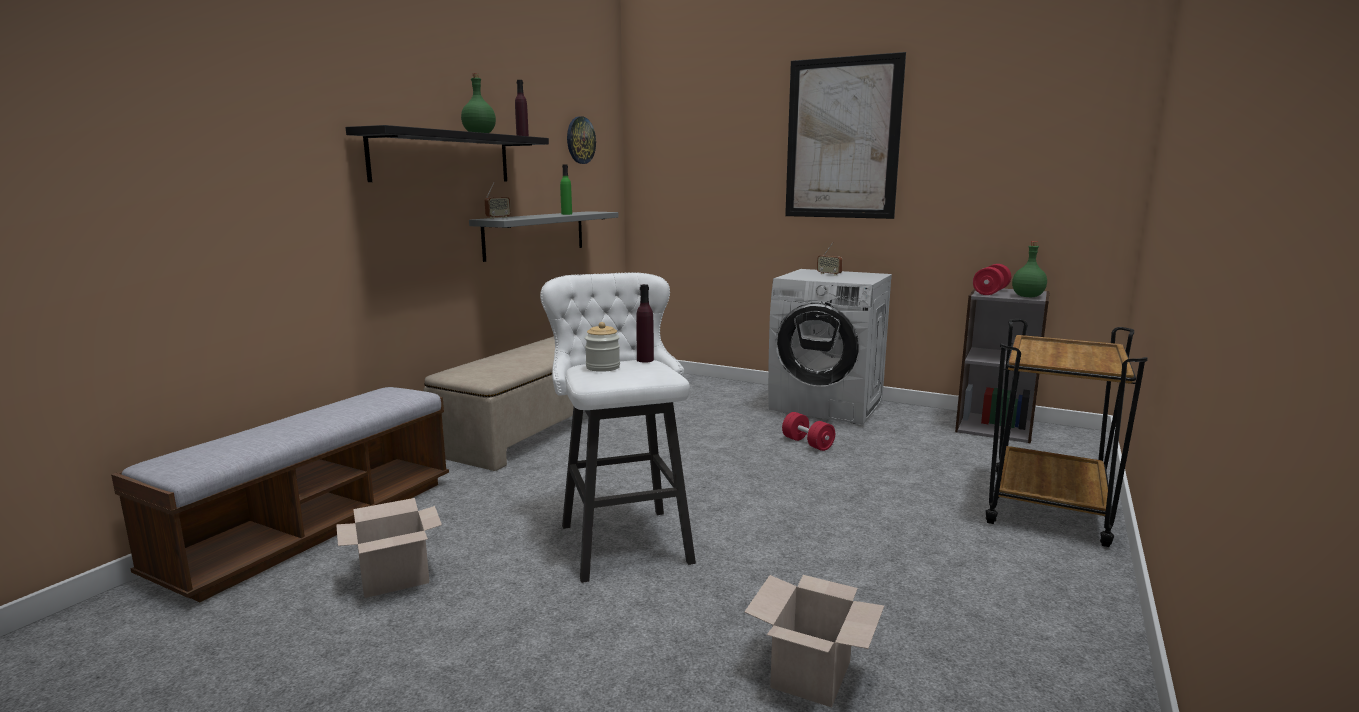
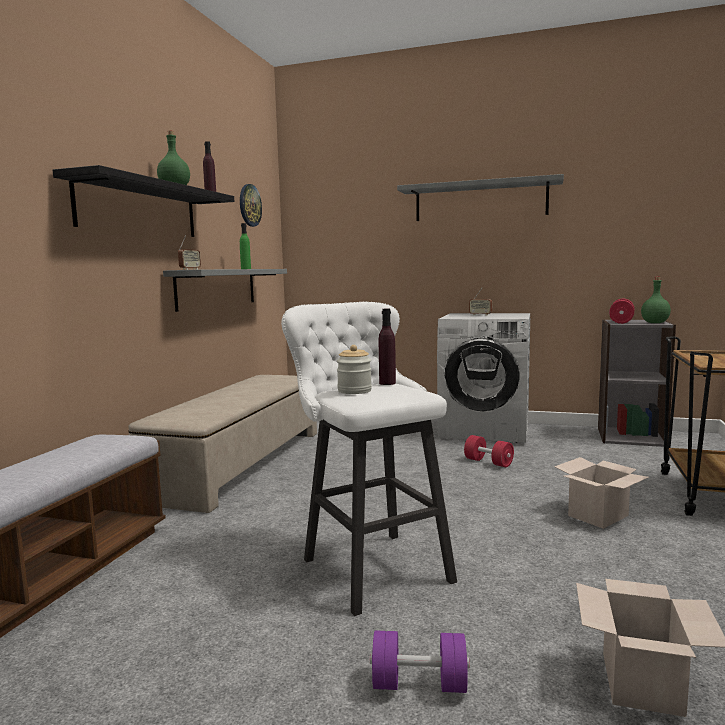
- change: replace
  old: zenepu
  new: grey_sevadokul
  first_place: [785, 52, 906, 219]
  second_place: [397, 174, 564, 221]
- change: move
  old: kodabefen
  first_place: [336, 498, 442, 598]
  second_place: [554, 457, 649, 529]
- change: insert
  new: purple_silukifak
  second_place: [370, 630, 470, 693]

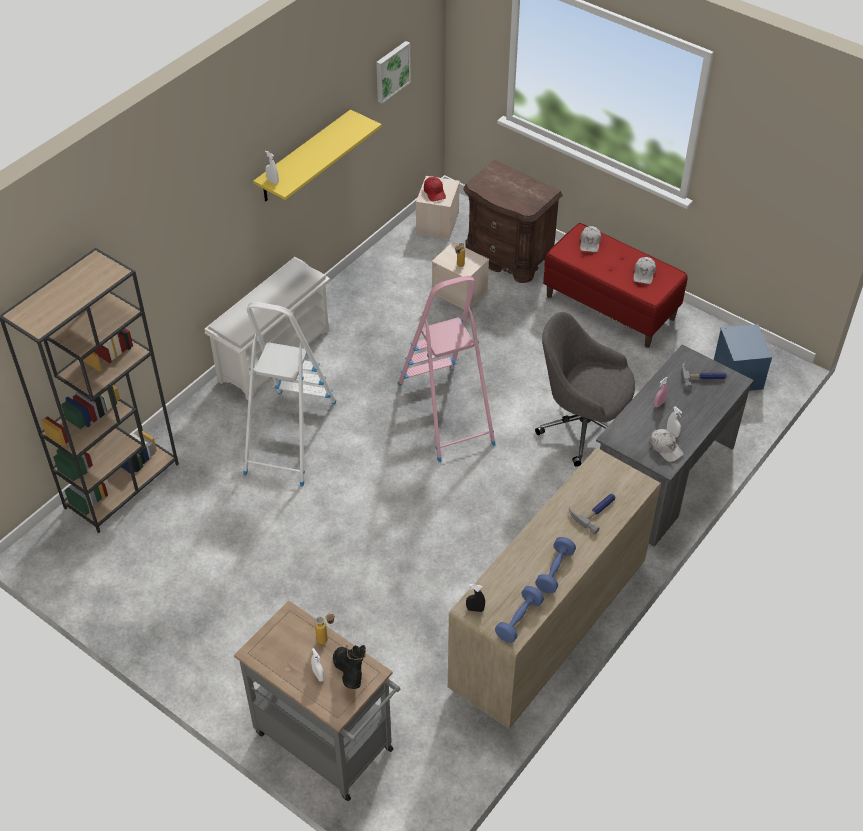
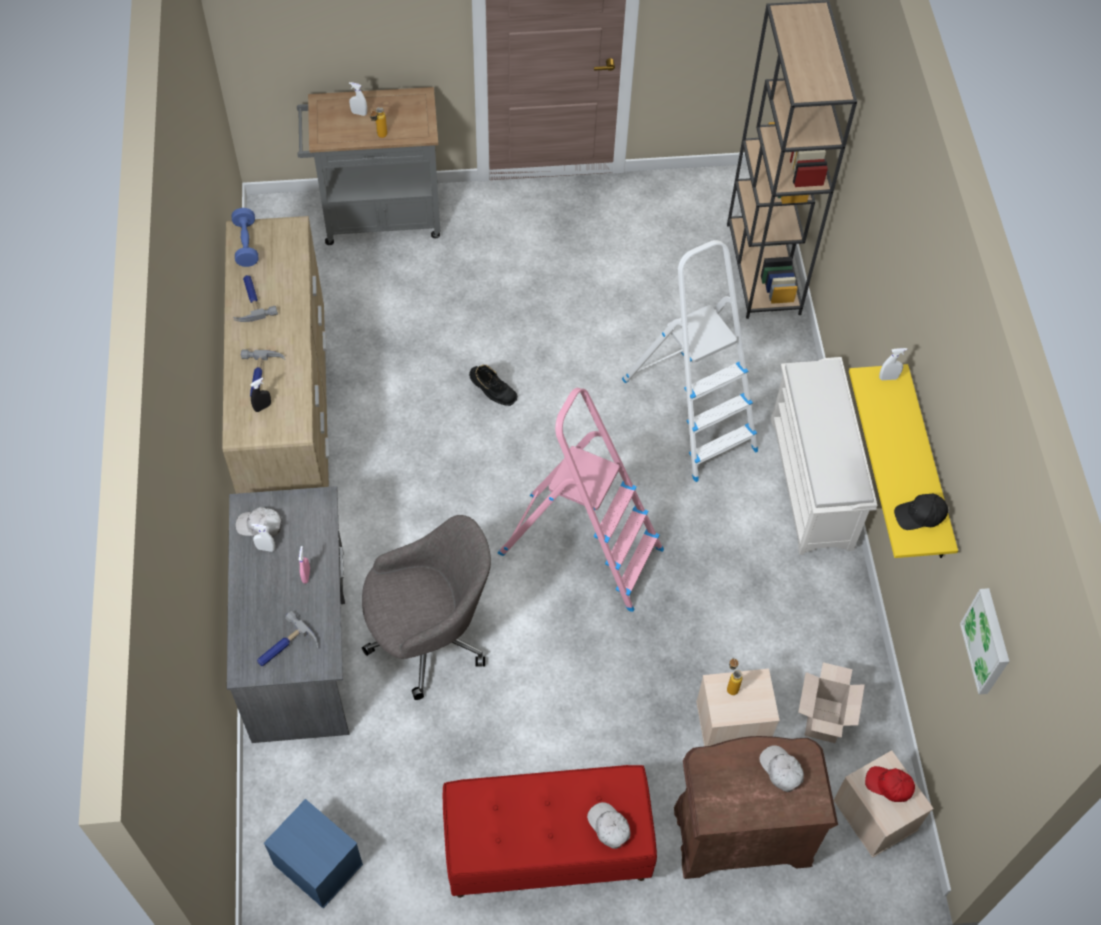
- change: move
  old: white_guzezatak
  first_place: [633, 257, 656, 284]
  second_place: [759, 745, 804, 792]
- change: replace
  old: blue_silukifak
  new: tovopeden
  first_place: [535, 537, 576, 593]
  second_place: [233, 275, 278, 322]
- change: move
  old: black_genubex
  first_place: [466, 584, 485, 612]
  second_place: [250, 377, 271, 412]
- change: move
  old: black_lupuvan
  first_place: [333, 645, 366, 689]
  second_place: [469, 365, 517, 406]
- change: insert
  new: black_guzezatak
  second_place: [894, 494, 948, 530]
- change: insert
  new: kodabefen
  second_place: [798, 662, 865, 743]

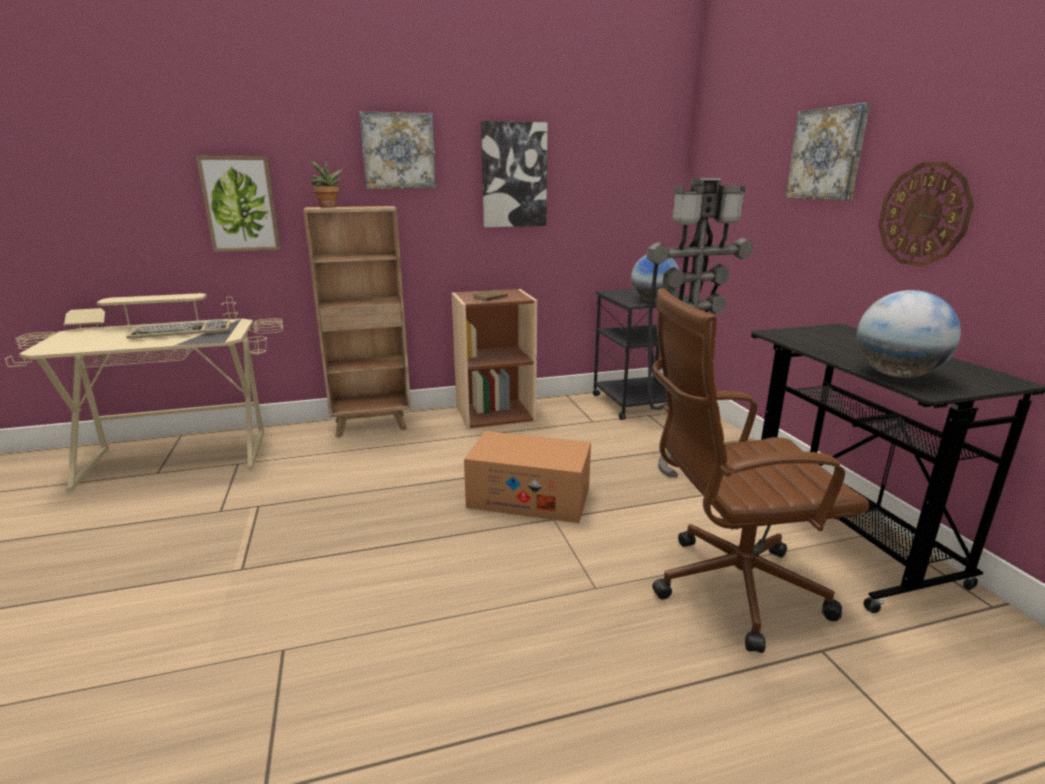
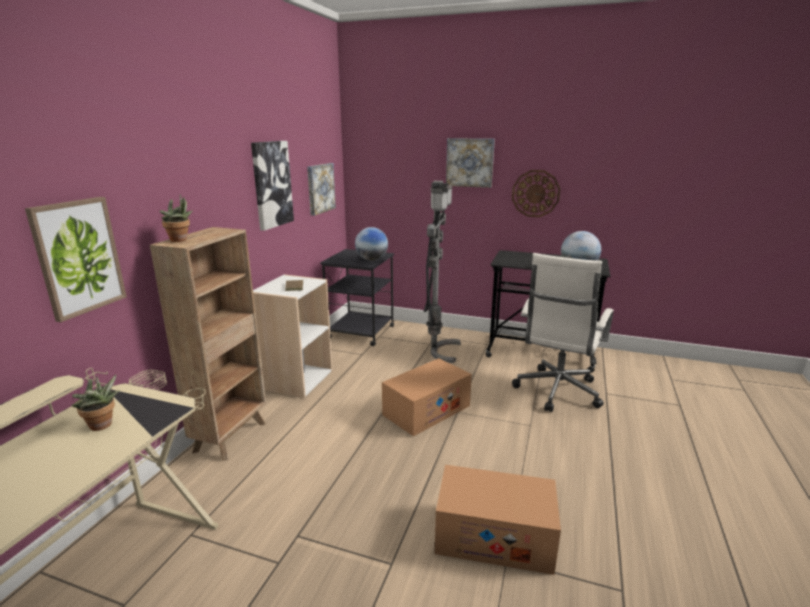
- change: move
  old: zenepu
  first_place: [359, 111, 436, 189]
  second_place: [307, 163, 336, 216]
- change: recolor
  old: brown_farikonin
  new: white_farikonin
  first_place: [652, 288, 870, 653]
  second_place: [512, 253, 614, 412]
- change: recolor
  old: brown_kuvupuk
  new: white_kuvupuk
  first_place: [452, 289, 537, 429]
  second_place: [253, 274, 332, 398]
- change: replace
  old: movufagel
  new: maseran
  first_place: [126, 319, 231, 339]
  second_place: [71, 375, 120, 431]
- change: insert
  new: kodabefen
  second_place: [435, 465, 561, 575]

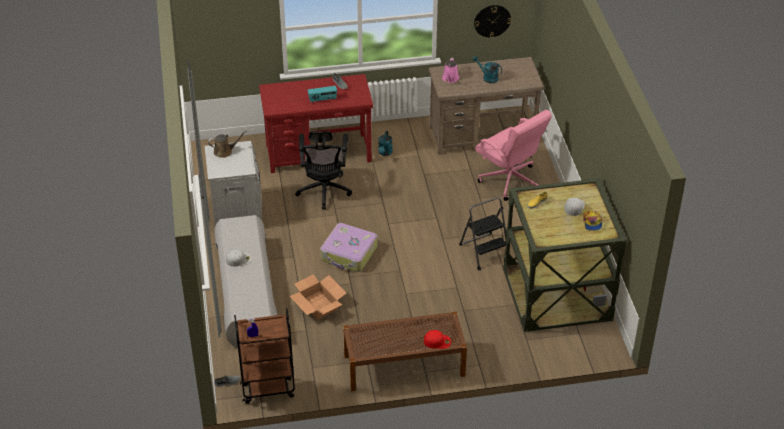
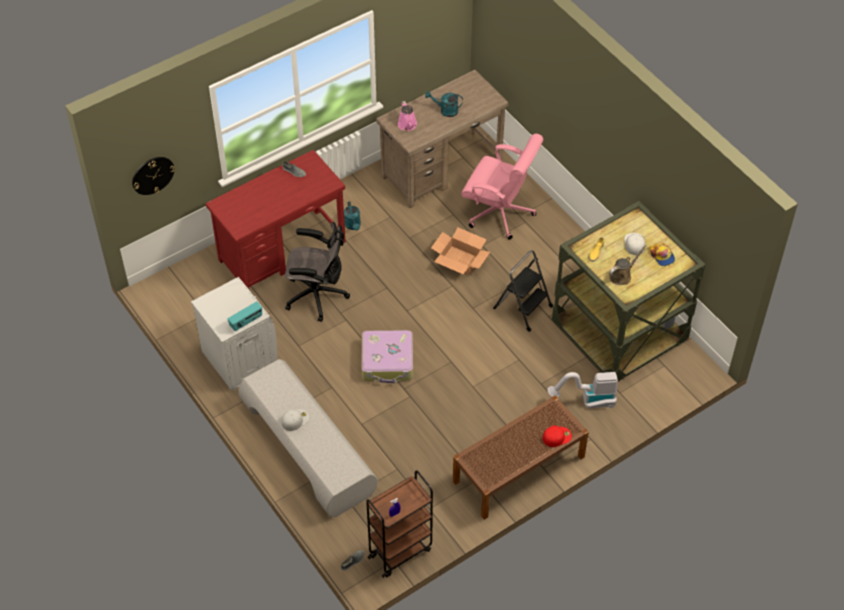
- change: move
  old: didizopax
  first_place: [474, 5, 511, 38]
  second_place: [132, 157, 175, 195]
- change: move
  old: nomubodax
  first_place: [308, 86, 337, 103]
  second_place: [228, 301, 262, 331]
- change: move
  old: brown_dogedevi
  first_place: [208, 130, 247, 158]
  second_place: [609, 245, 647, 285]
- change: rotate
  old: farikonin
  first_place: [295, 131, 352, 209]
  second_place: [285, 222, 350, 322]
  degrees: -60
- change: move
  old: kodabefen
  first_place: [290, 274, 346, 320]
  second_place: [431, 228, 490, 275]
- change: insert
  new: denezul
  second_place: [547, 372, 618, 408]

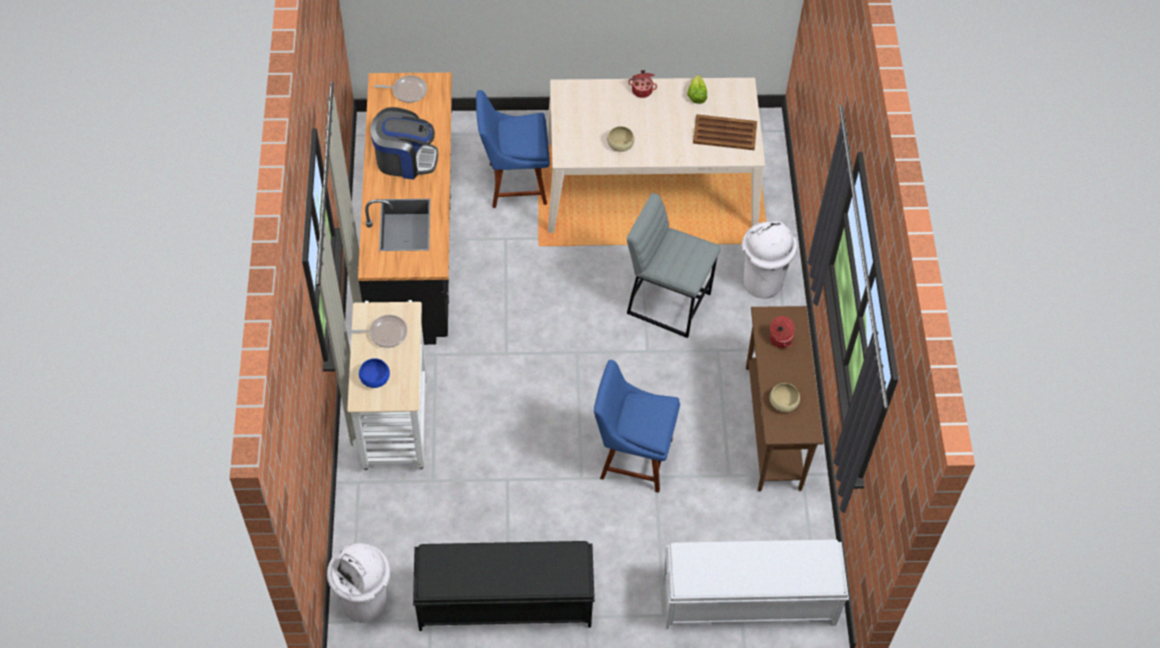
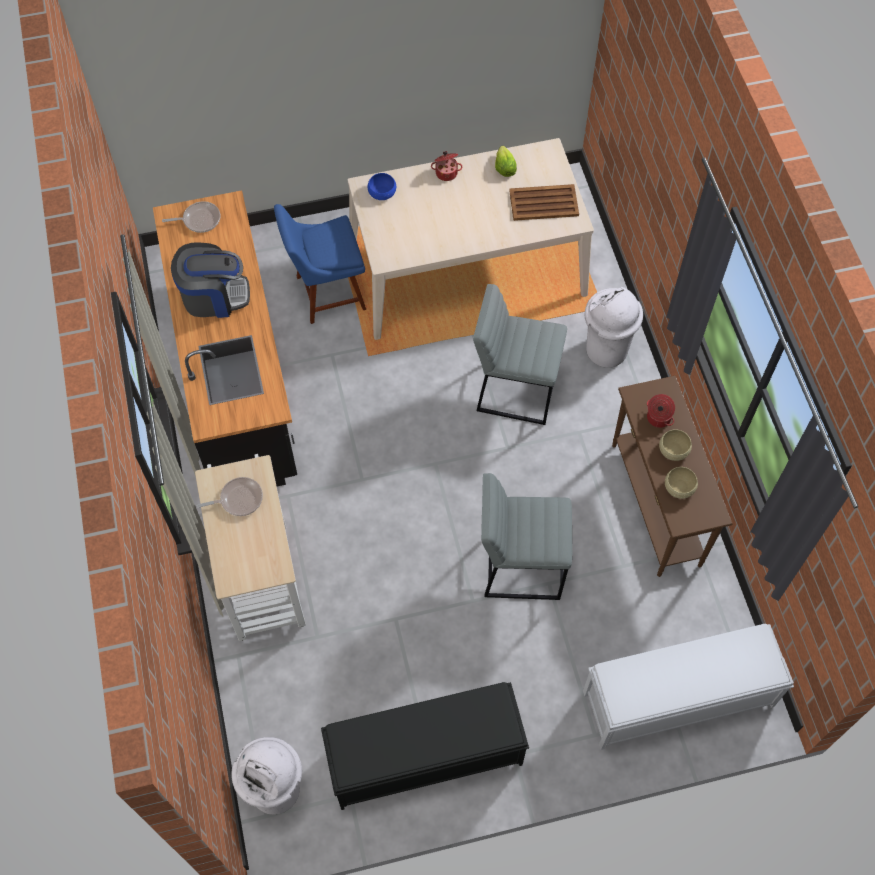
- change: move
  old: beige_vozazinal
  first_place: [607, 126, 634, 152]
  second_place: [659, 429, 692, 461]
- change: move
  old: blue_vozazinal
  first_place: [359, 358, 390, 388]
  second_place: [368, 173, 396, 200]
- change: replace
  old: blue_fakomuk
  new: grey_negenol
  first_place: [594, 360, 680, 493]
  second_place: [481, 473, 572, 600]

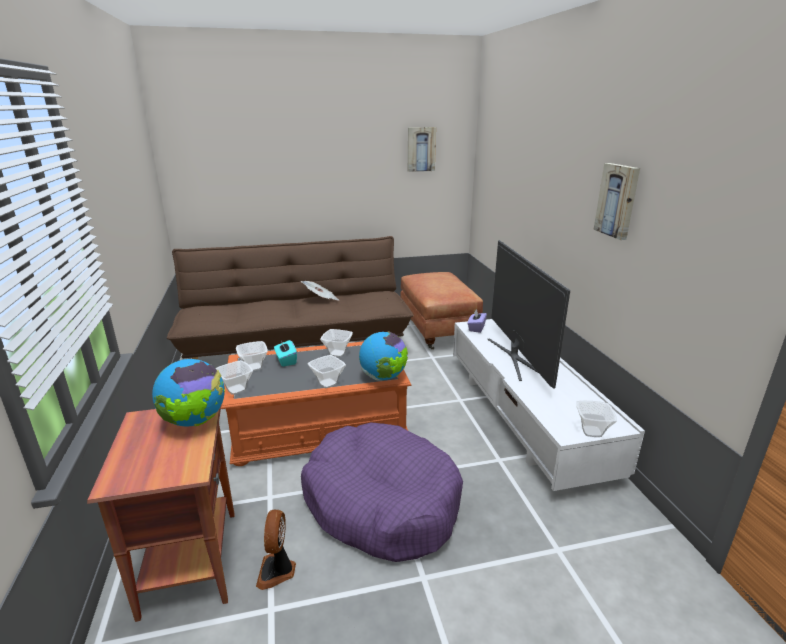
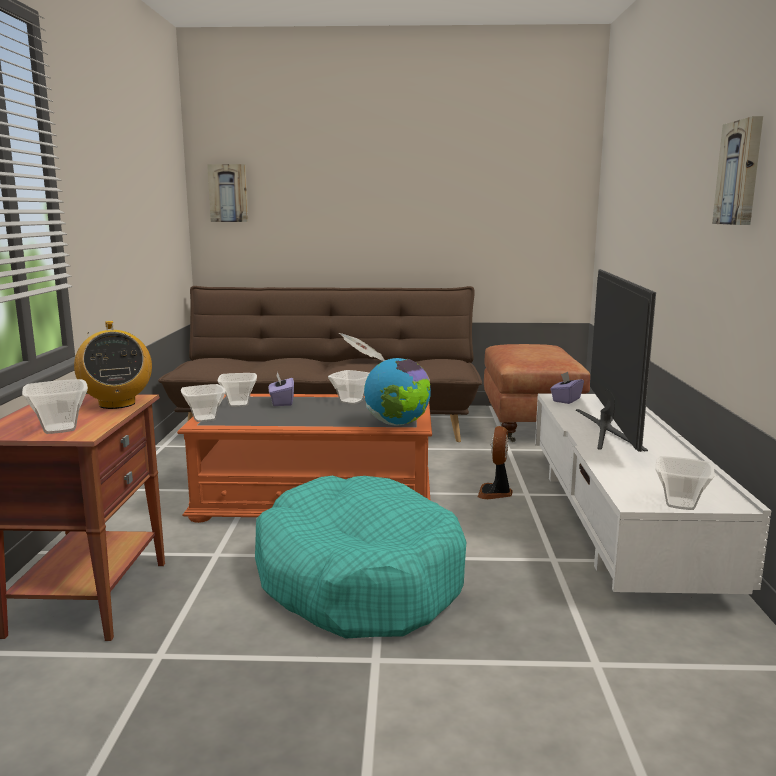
- change: move
  old: zenepu
  first_place: [408, 127, 436, 172]
  second_place: [207, 164, 248, 222]
- change: recolor
  old: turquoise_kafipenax
  new: purple_kafipenax
  first_place: [274, 340, 297, 367]
  second_place: [269, 372, 294, 406]
- change: move
  old: vozazinal
  first_place: [308, 355, 346, 388]
  second_place: [22, 379, 88, 434]
- change: replace
  old: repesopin
  new: nomubodax
  first_place: [152, 359, 225, 426]
  second_place: [74, 321, 152, 409]
- change: recolor
  old: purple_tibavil
  new: turquoise_tibavil
  first_place: [301, 422, 463, 562]
  second_place: [255, 476, 466, 638]
- change: move
  old: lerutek
  first_place: [256, 510, 296, 590]
  second_place: [478, 426, 513, 499]

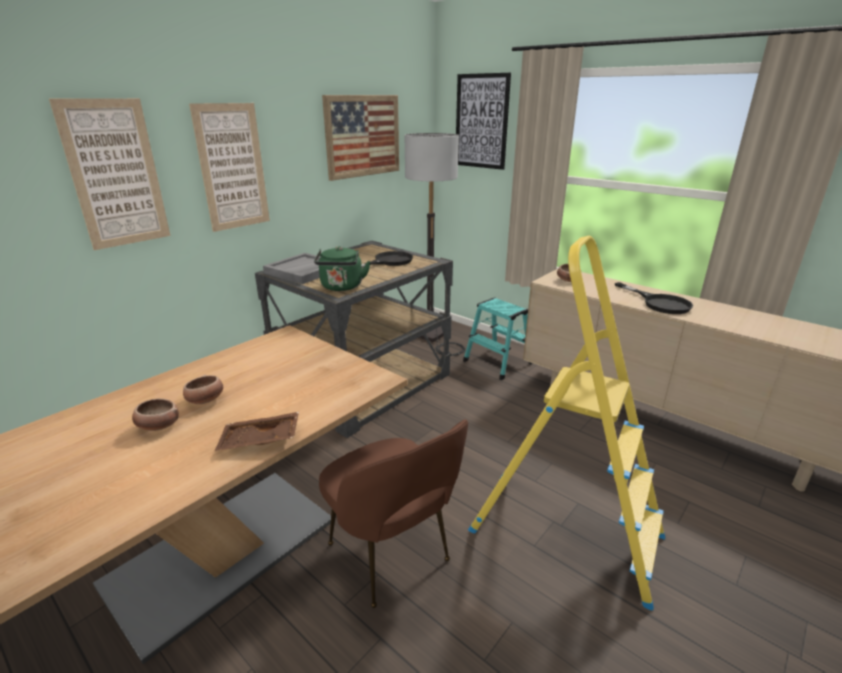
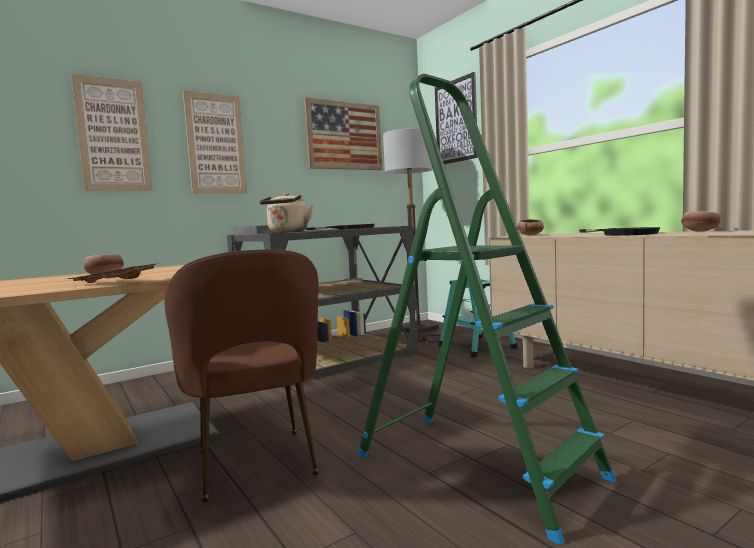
- change: recolor
  old: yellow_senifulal
  new: green_senifulal
  first_place: [468, 236, 665, 610]
  second_place: [357, 74, 616, 545]
- change: recolor
  old: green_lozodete
  new: beige_lozodete
  first_place: [314, 246, 371, 291]
  second_place: [259, 193, 314, 233]
- change: move
  old: vozazinal
  first_place: [132, 398, 179, 431]
  second_place: [681, 211, 720, 232]

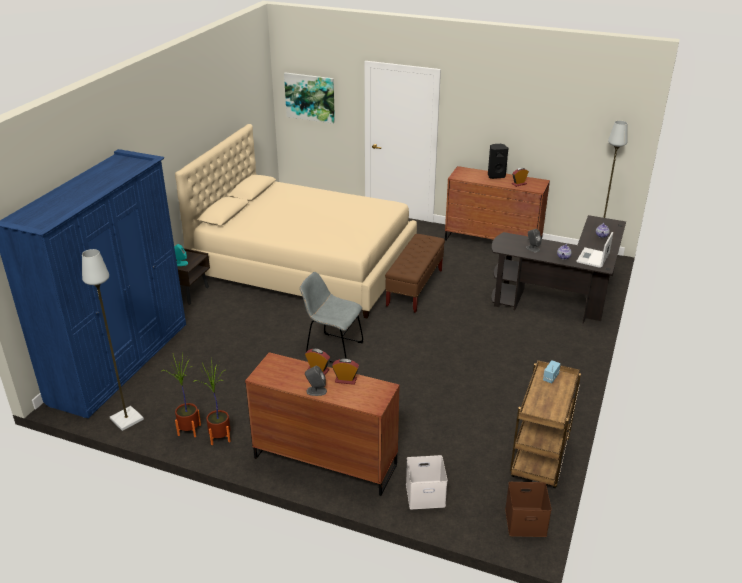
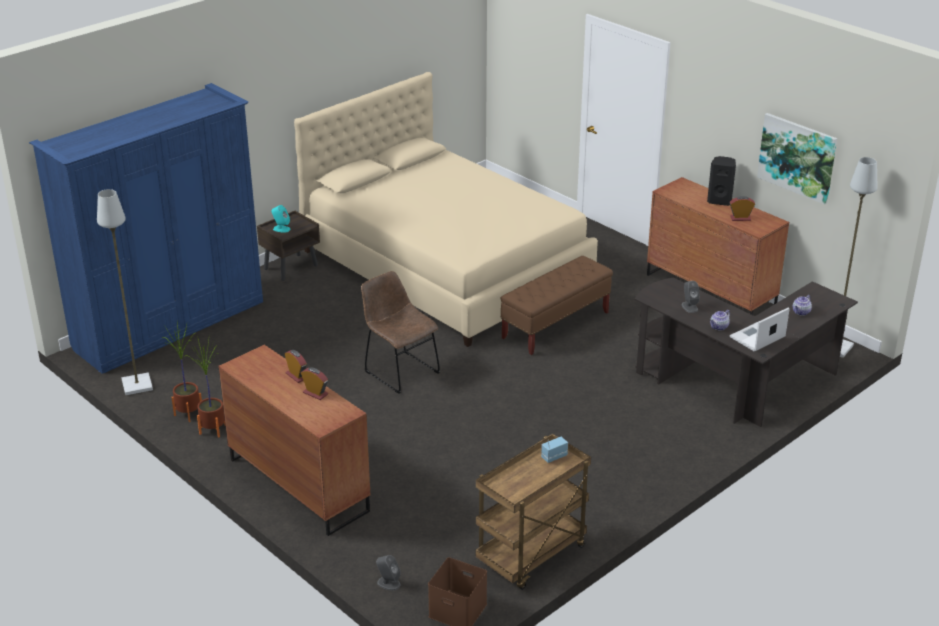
- change: move
  old: zenepu
  first_place: [284, 72, 335, 124]
  second_place: [757, 113, 837, 205]
- change: recolor
  old: grey_fakomuk
  new: brown_fakomuk
  first_place: [300, 272, 364, 362]
  second_place: [361, 271, 440, 394]
- change: move
  old: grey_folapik
  first_place: [305, 366, 327, 396]
  second_place: [376, 555, 401, 591]
- change: delete
  old: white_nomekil
  first_place: [406, 455, 448, 509]

